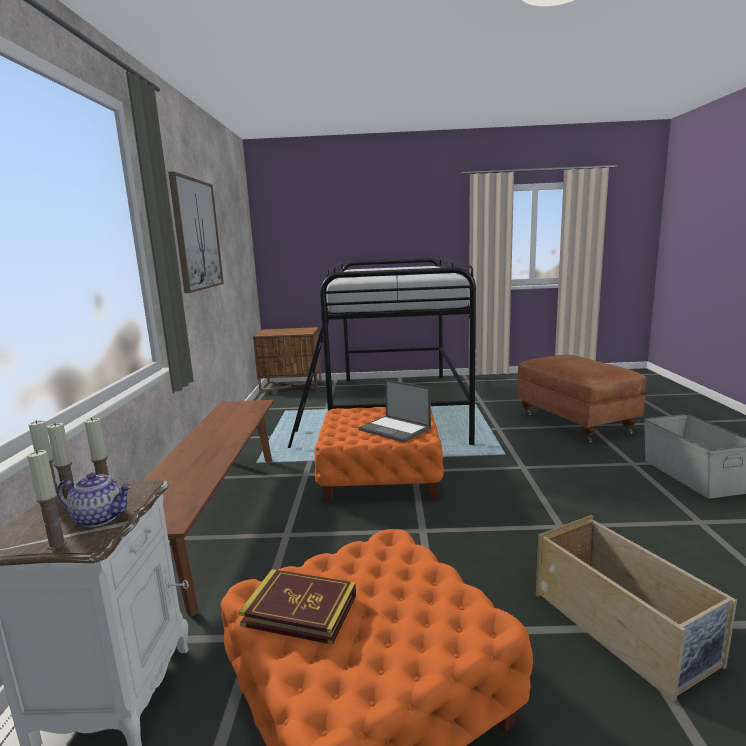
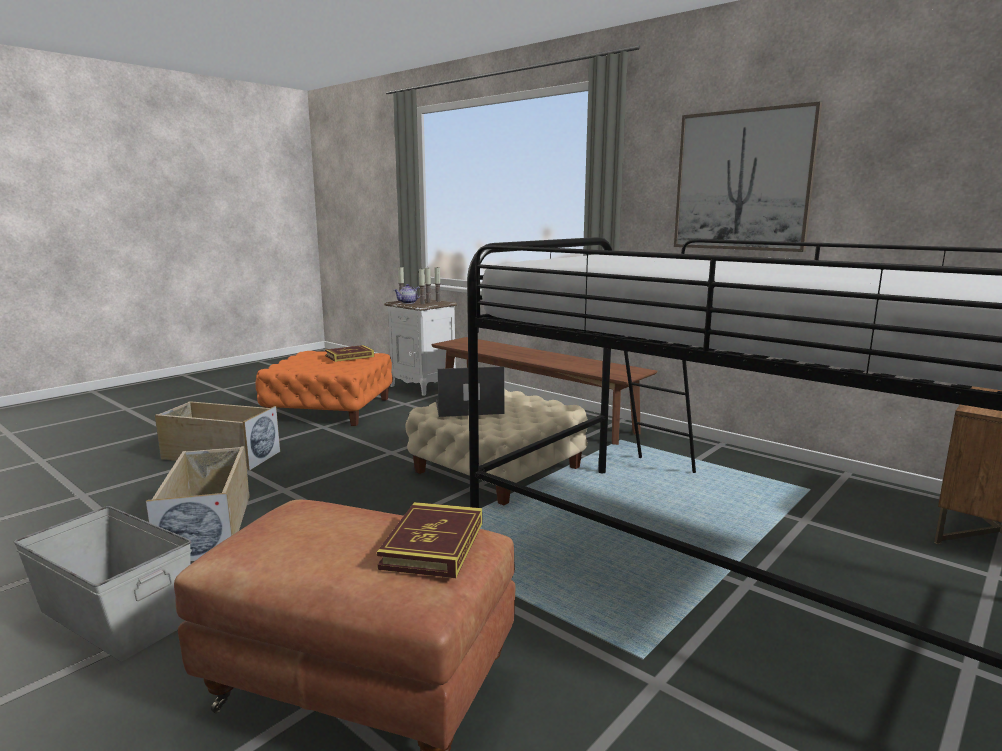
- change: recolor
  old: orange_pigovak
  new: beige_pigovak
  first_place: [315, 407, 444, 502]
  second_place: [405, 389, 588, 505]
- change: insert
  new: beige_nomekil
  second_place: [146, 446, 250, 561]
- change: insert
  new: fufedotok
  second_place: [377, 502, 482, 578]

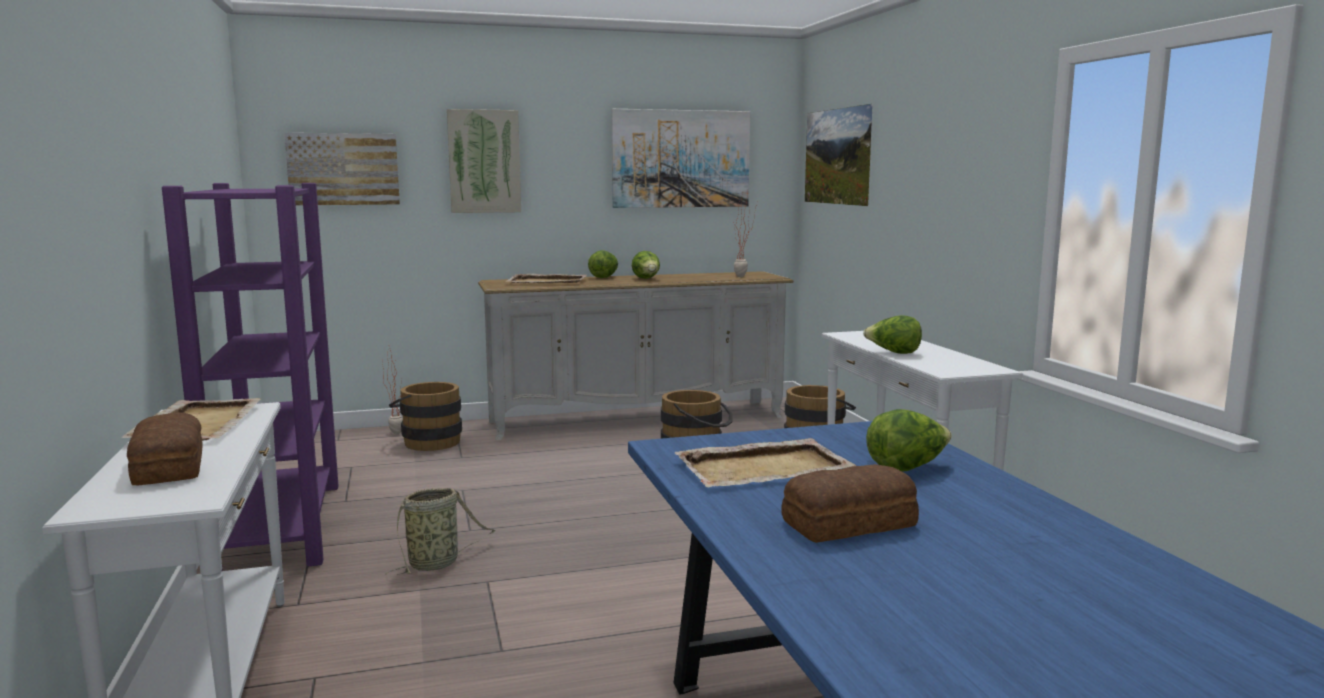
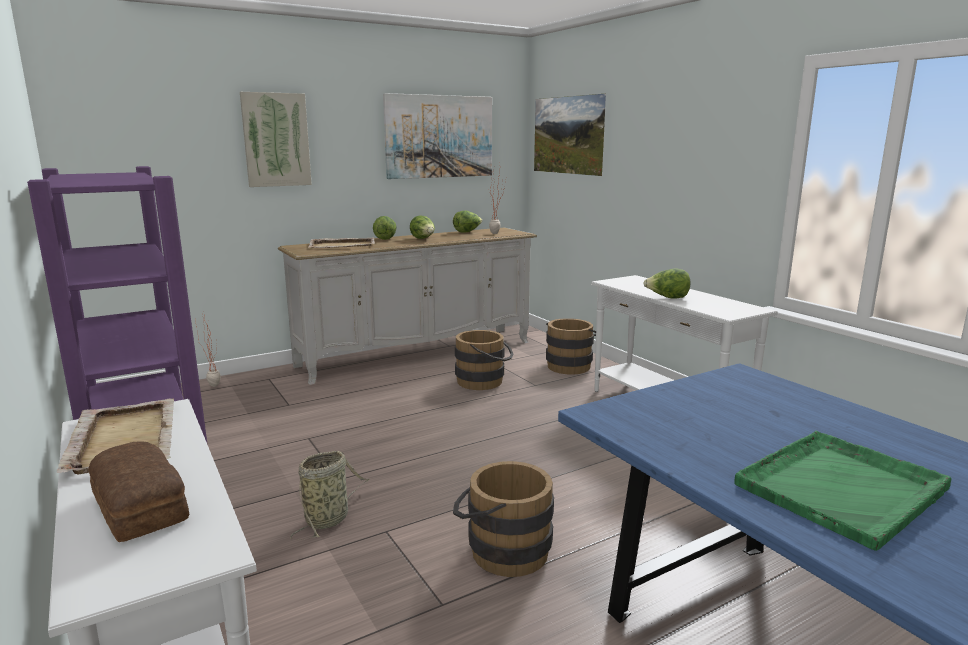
- change: delete
  old: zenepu
  first_place: [284, 133, 400, 205]
- change: move
  old: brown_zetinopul
  first_place: [389, 382, 462, 451]
  second_place: [453, 461, 554, 577]
- change: move
  old: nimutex
  first_place: [866, 409, 952, 472]
  second_place: [453, 211, 482, 233]
- change: delete
  old: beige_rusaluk
  first_place: [674, 438, 856, 487]
- change: replace
  old: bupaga
  new: green_rusaluk
  first_place: [781, 464, 919, 543]
  second_place: [734, 431, 952, 551]

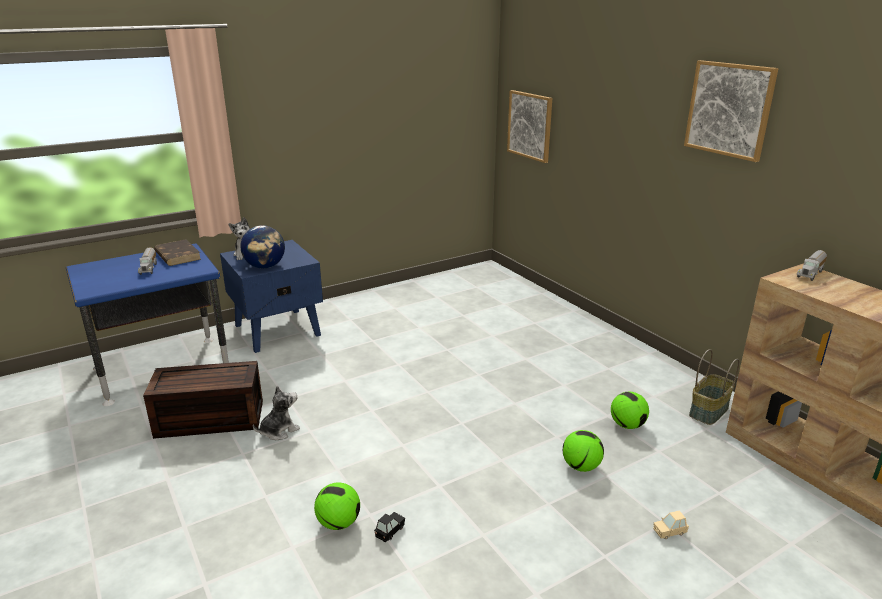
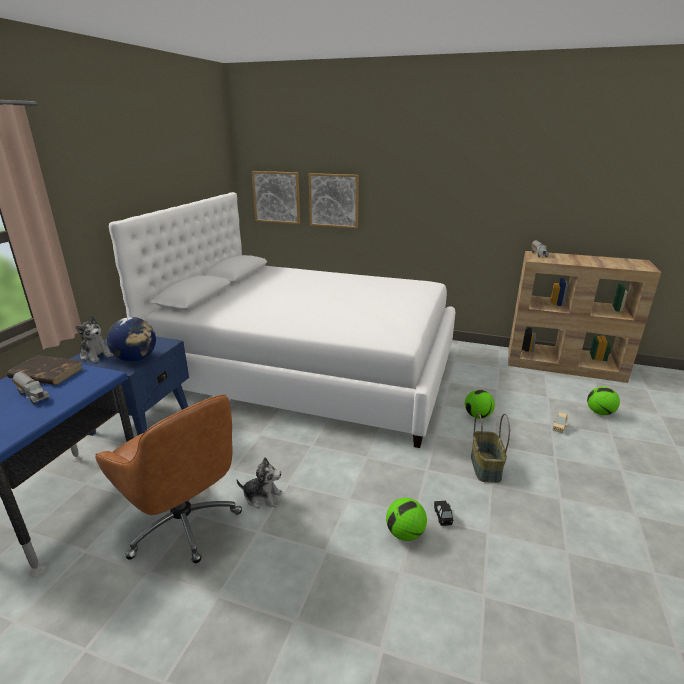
- change: move
  old: zenepu
  first_place: [684, 60, 779, 162]
  second_place: [309, 173, 359, 229]
- change: move
  old: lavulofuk
  first_place: [689, 349, 740, 425]
  second_place: [471, 413, 510, 483]
- change: replace
  old: brown_nomekil
  new: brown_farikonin
  first_place: [143, 361, 263, 439]
  second_place: [95, 395, 242, 563]
- change: rotate
  old: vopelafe
  first_place: [253, 386, 300, 440]
  second_place: [237, 457, 282, 509]
  degrees: 90
- change: move
  old: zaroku
  first_place: [611, 392, 649, 429]
  second_place: [587, 387, 620, 415]
- change: insert
  new: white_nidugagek
  second_place: [109, 192, 456, 448]

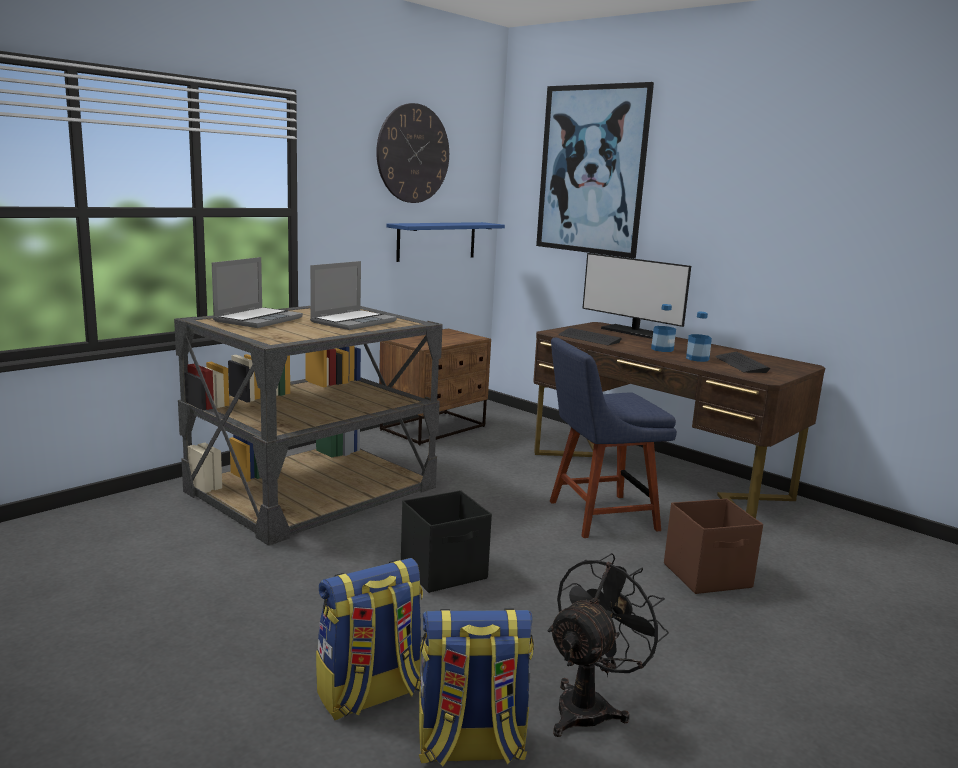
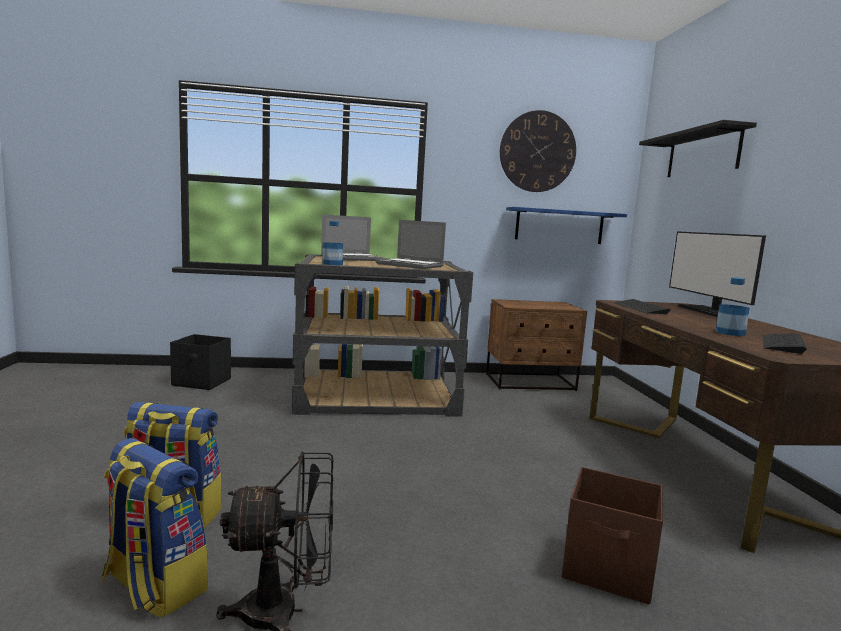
- change: replace
  old: zenepu
  new: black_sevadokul
  first_place: [536, 82, 654, 258]
  second_place: [639, 120, 757, 177]
- change: rotate
  old: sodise
  first_place: [310, 261, 397, 330]
  second_place: [376, 220, 446, 269]
  degrees: 45
- change: move
  old: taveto
  first_place: [651, 304, 676, 352]
  second_place: [323, 221, 343, 265]
- change: delete
  old: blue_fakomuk
  first_place: [550, 338, 677, 538]
- change: move
  old: black_nomekil
  first_place: [401, 490, 492, 593]
  second_place: [170, 334, 231, 390]

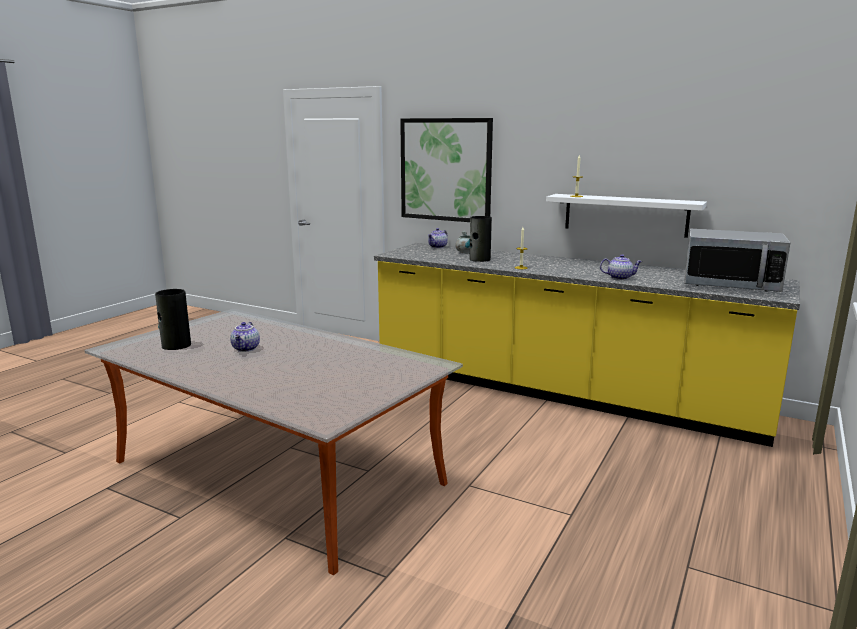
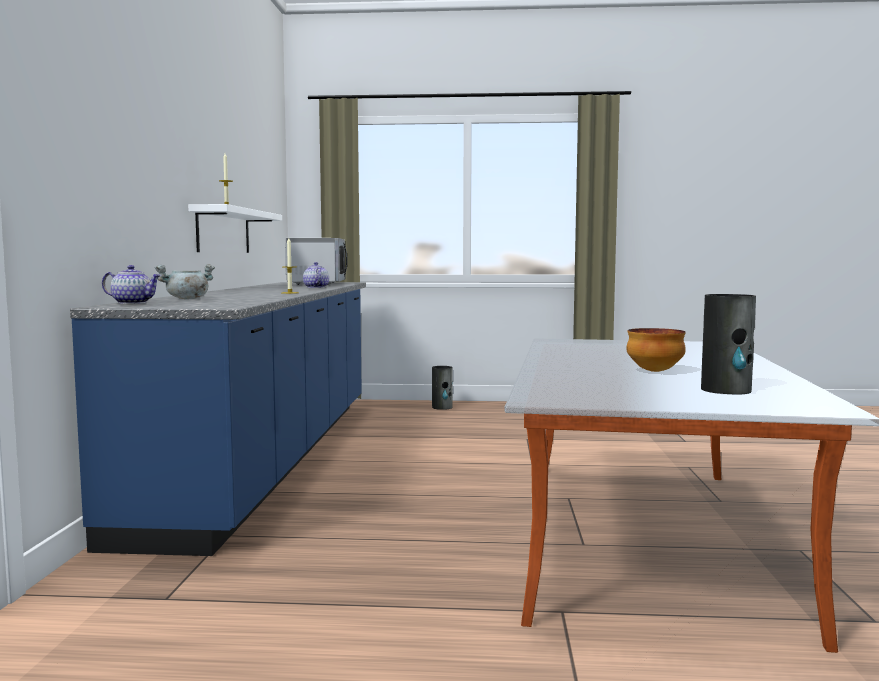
- change: delete
  old: zenepu
  first_place: [400, 118, 493, 222]
- change: move
  old: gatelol
  first_place: [465, 216, 492, 262]
  second_place: [432, 366, 453, 410]
- change: recolor
  old: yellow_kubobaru
  new: blue_kubobaru
  first_place: [374, 243, 800, 447]
  second_place: [70, 282, 366, 556]
- change: replace
  old: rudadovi
  new: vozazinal
  first_place: [230, 322, 260, 352]
  second_place: [626, 328, 686, 372]

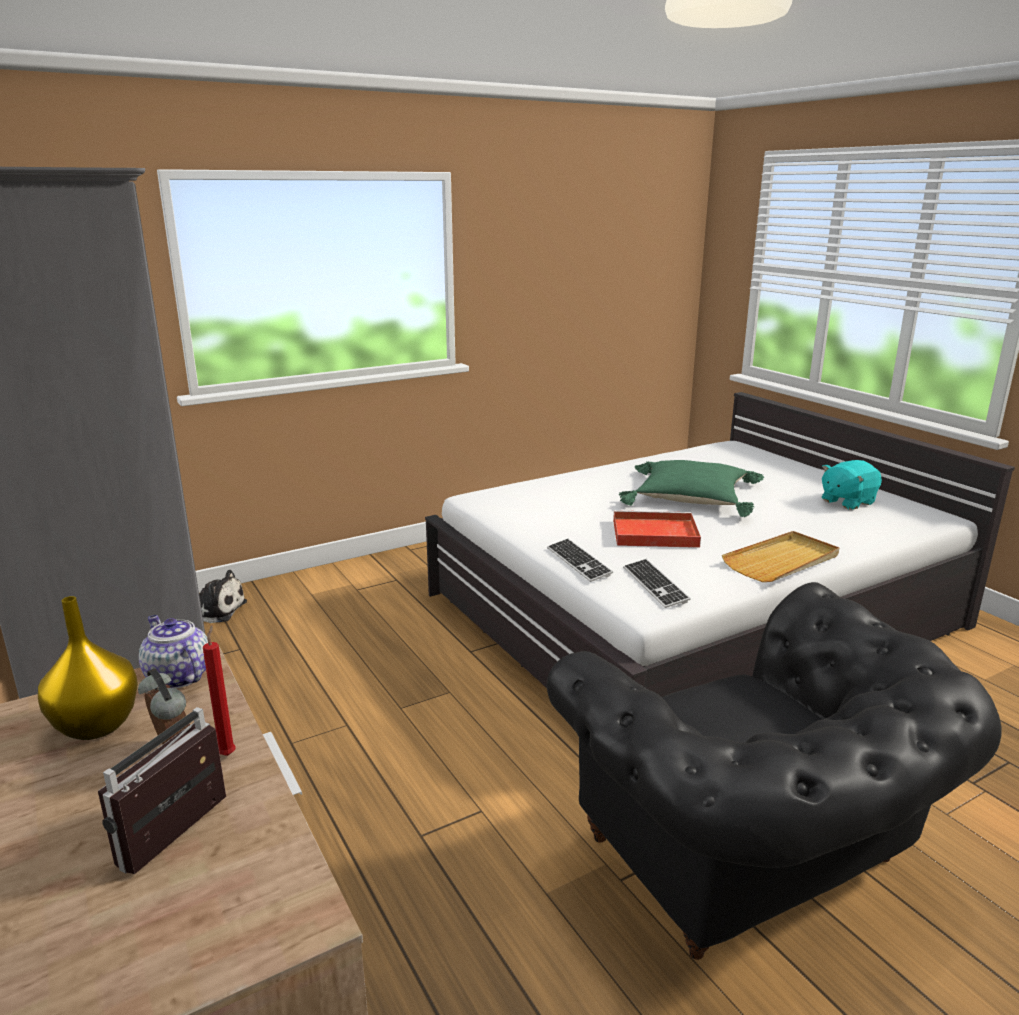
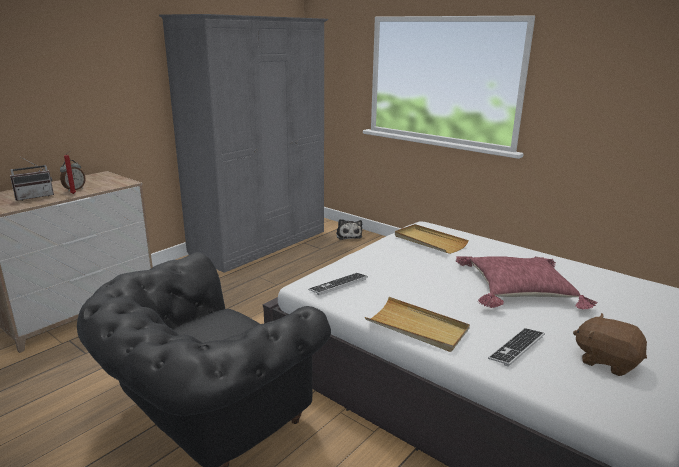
- change: recolor
  old: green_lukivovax
  new: red_lukivovax
  first_place: [619, 460, 764, 517]
  second_place: [456, 256, 598, 310]
- change: recolor
  old: turquoise_vopelafe
  new: brown_vopelafe
  first_place: [822, 460, 882, 510]
  second_place: [573, 313, 647, 376]
- change: delete
  old: red_rusaluk
  first_place: [613, 510, 701, 548]
- change: move
  old: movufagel
  first_place: [547, 539, 613, 582]
  second_place: [488, 328, 545, 367]
- change: delete
  old: yellow_gatelol
  first_place: [38, 596, 138, 740]
- change: delete
  old: rudadovi
  first_place: [139, 615, 208, 689]
- change: rotate
  old: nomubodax
  first_place: [98, 707, 226, 874]
  second_place: [10, 157, 54, 201]
  degrees: 135
- change: insert
  new: beige_rusaluk
  second_place: [395, 224, 469, 254]

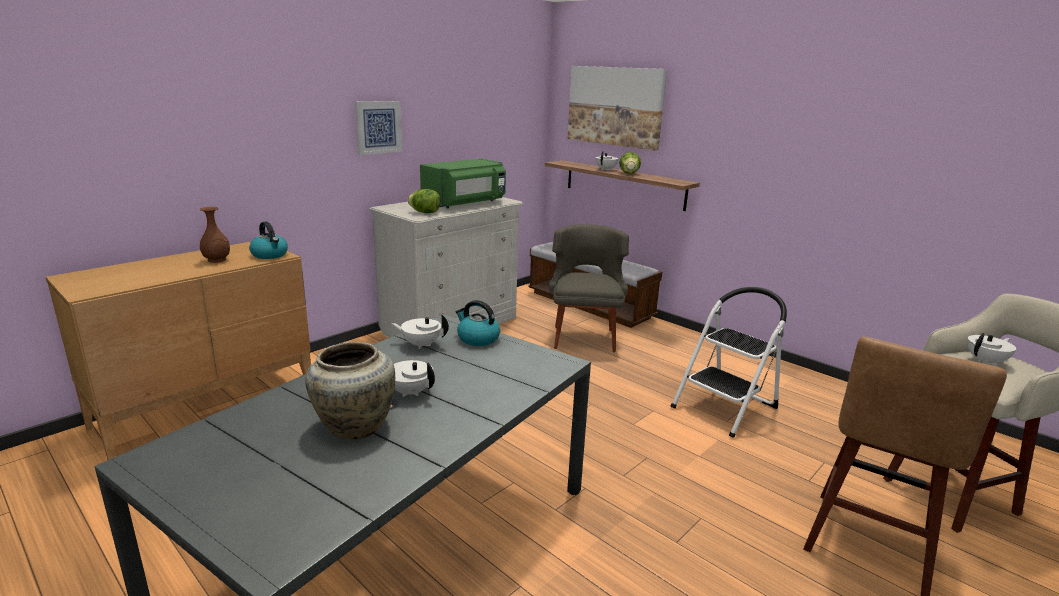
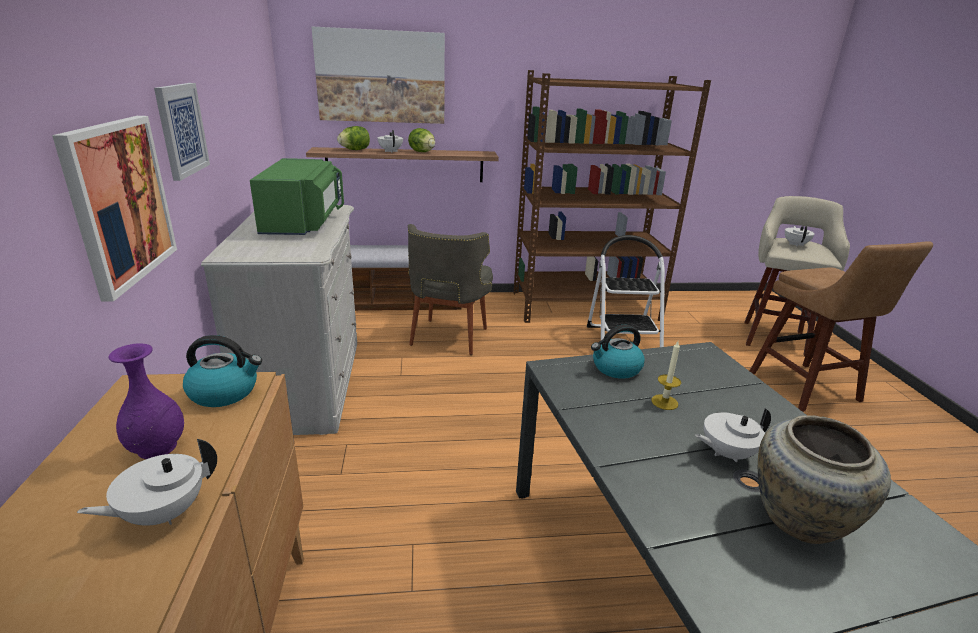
- change: move
  old: nimutex
  first_place: [407, 189, 440, 213]
  second_place: [337, 126, 370, 150]
- change: recolor
  old: brown_gatelol
  new: purple_gatelol
  first_place: [200, 207, 230, 263]
  second_place: [108, 343, 184, 459]
- change: rotate
  old: grey_fakomuk
  first_place: [549, 224, 629, 352]
  second_place: [408, 224, 493, 355]
  degrees: -120
- change: move
  old: white_rudadovi
  first_place: [391, 315, 449, 349]
  second_place: [77, 439, 217, 526]
- change: insert
  new: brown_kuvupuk
  second_place: [514, 70, 711, 323]
- change: insert
  new: zenepu
  second_place: [52, 116, 177, 302]
- change: insert
  new: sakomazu
  second_place: [651, 341, 681, 410]

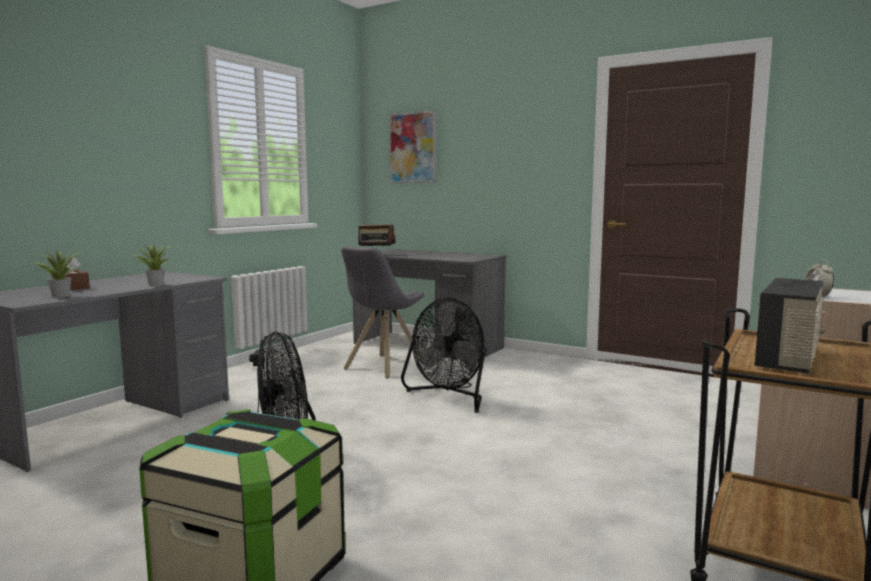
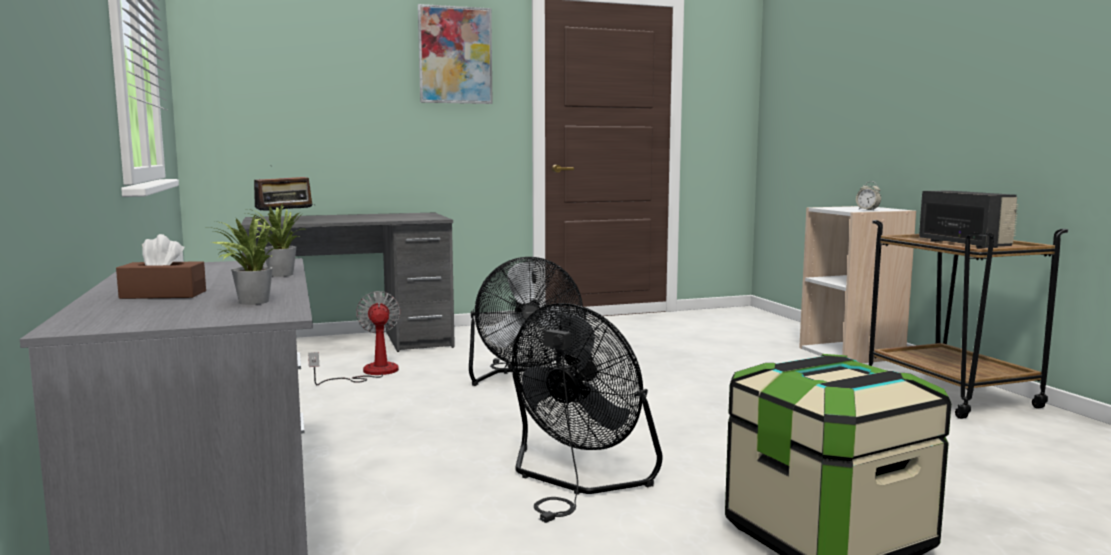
- change: move
  old: zenepu
  first_place: [389, 110, 436, 183]
  second_place: [418, 4, 493, 104]
- change: replace
  old: grey_fakomuk
  new: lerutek
  first_place: [341, 246, 424, 378]
  second_place: [308, 291, 400, 385]

